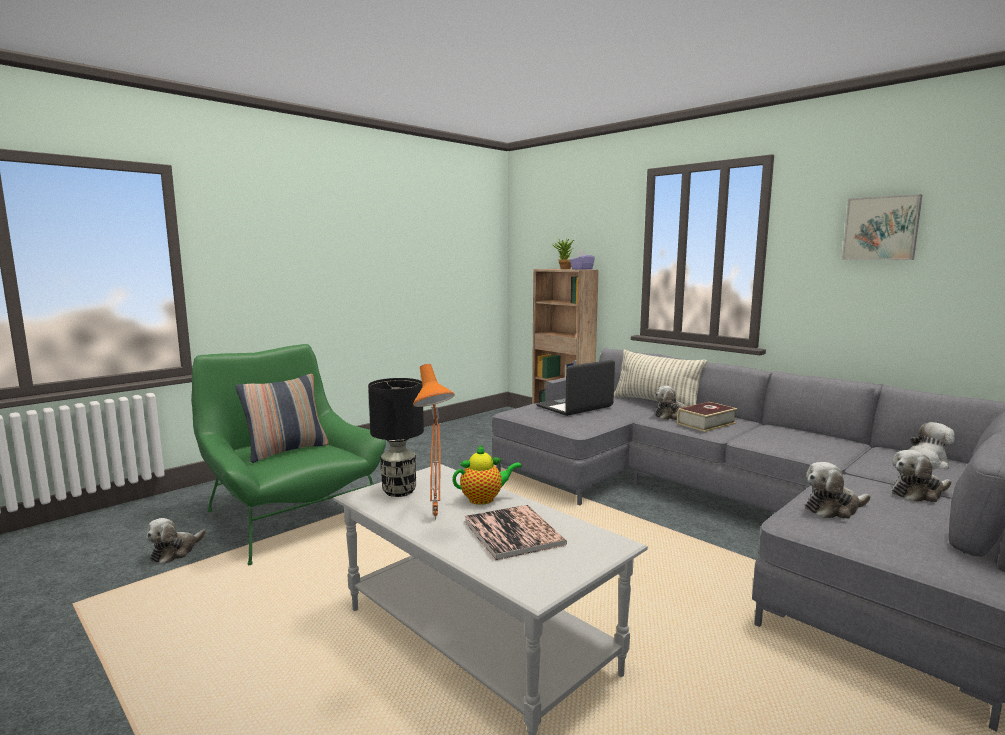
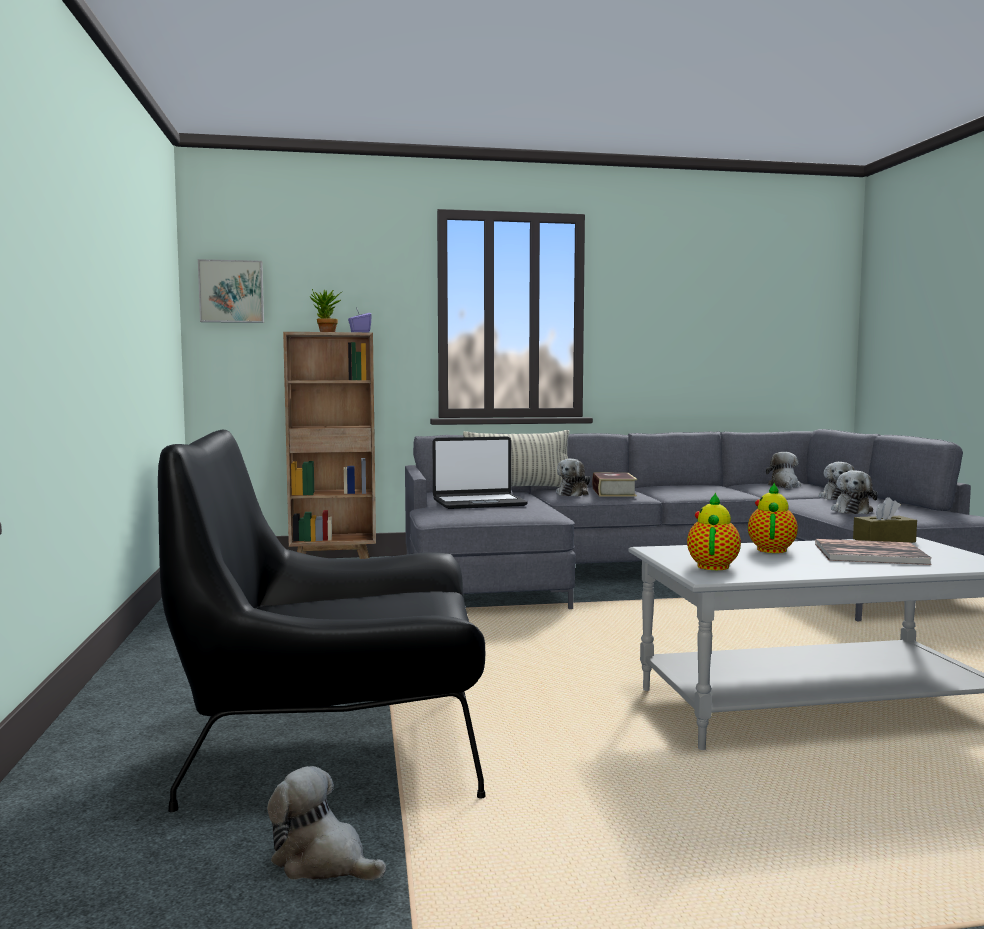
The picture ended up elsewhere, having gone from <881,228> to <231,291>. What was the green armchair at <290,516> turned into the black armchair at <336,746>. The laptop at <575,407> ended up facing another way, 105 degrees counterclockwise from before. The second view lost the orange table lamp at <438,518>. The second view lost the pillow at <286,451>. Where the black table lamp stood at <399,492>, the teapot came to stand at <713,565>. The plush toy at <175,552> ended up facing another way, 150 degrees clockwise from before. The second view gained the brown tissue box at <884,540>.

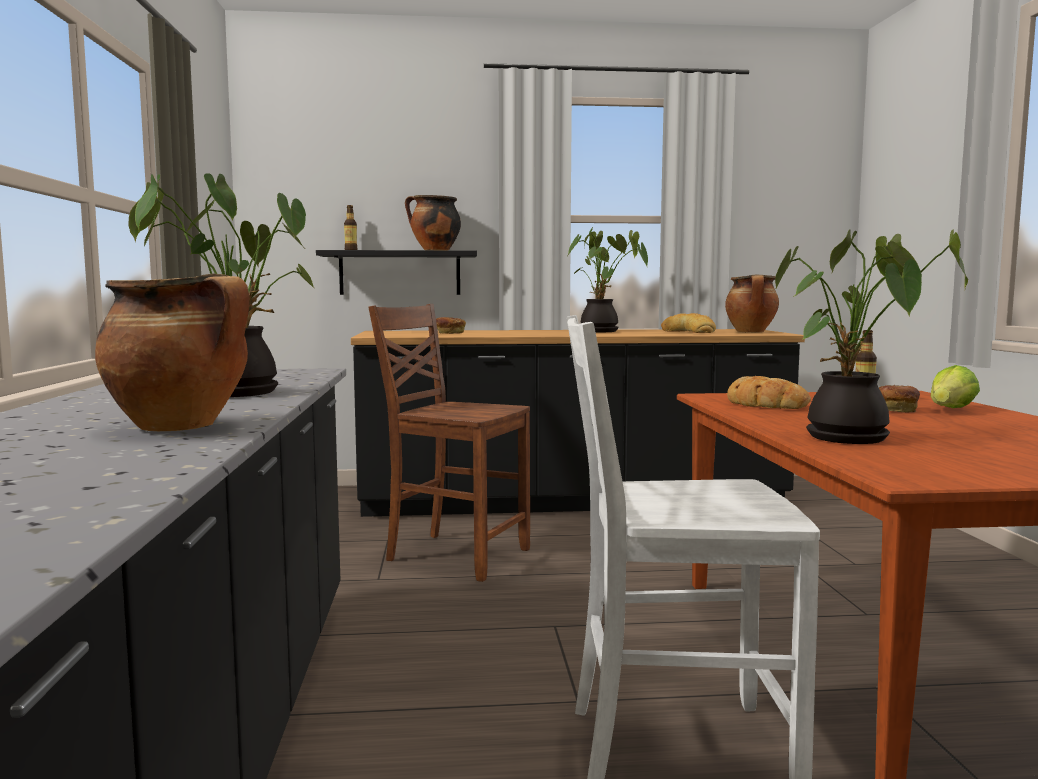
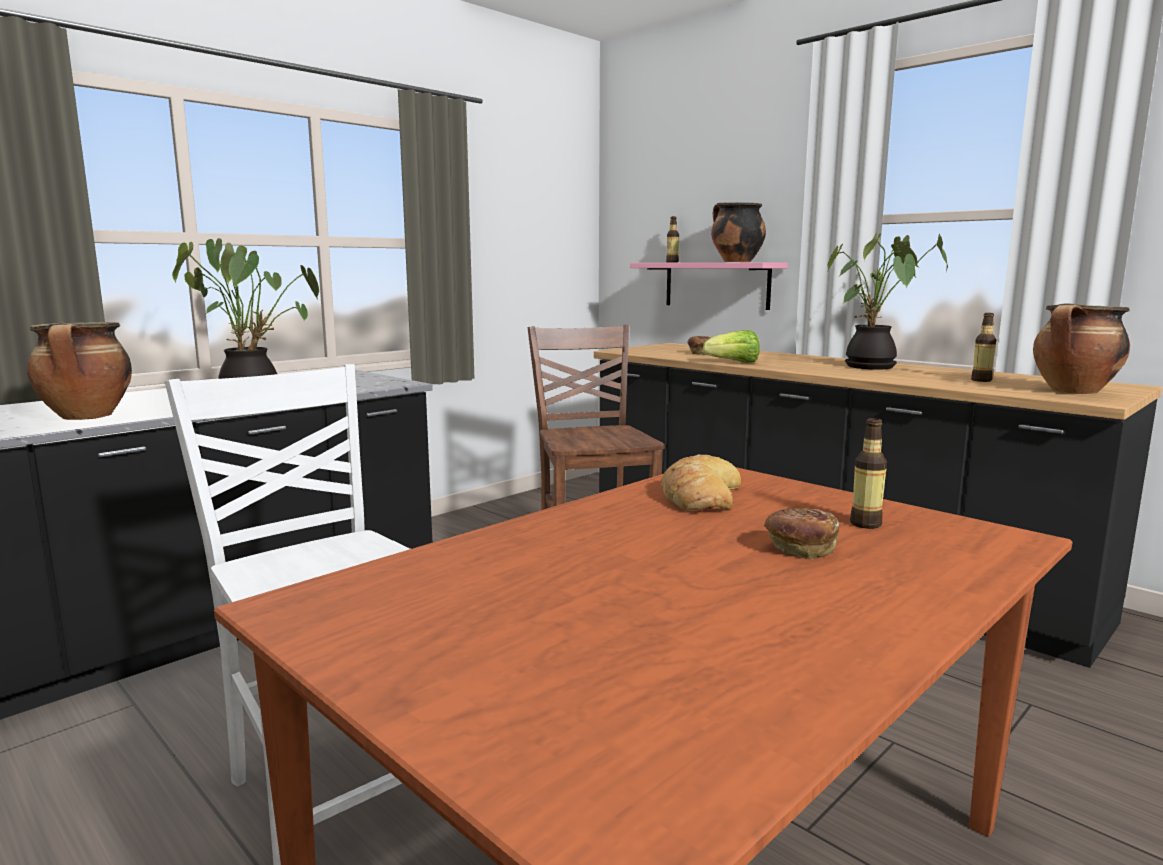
The second view lost the potted plant at <852,439>. What was the black shelf at <400,273> turned into the pink shelf at <716,285>. Where the bread stood at <689,332>, the bottle came to stand at <981,380>. The lettuce ended up elsewhere, having gone from <950,410> to <734,363>.

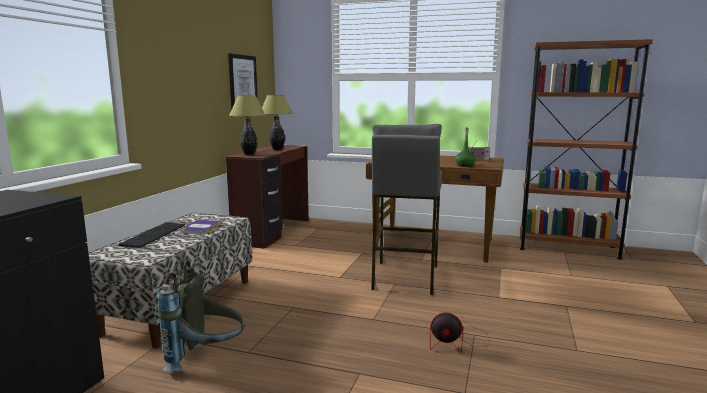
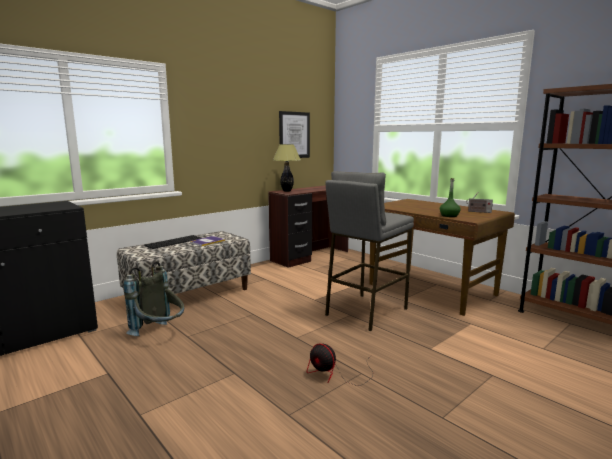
The second view lost the table lamp at <277,149>.

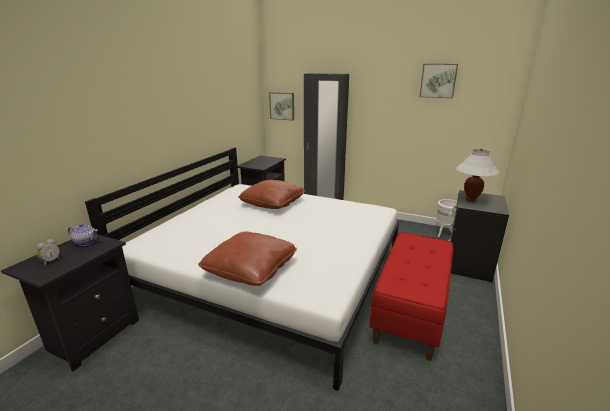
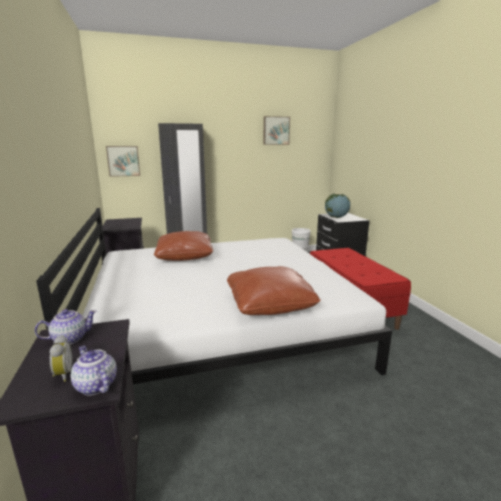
Where the white table lamp stood at <471,200>, the globe came to stand at <336,217>. The second view gained the teapot at <95,385>.

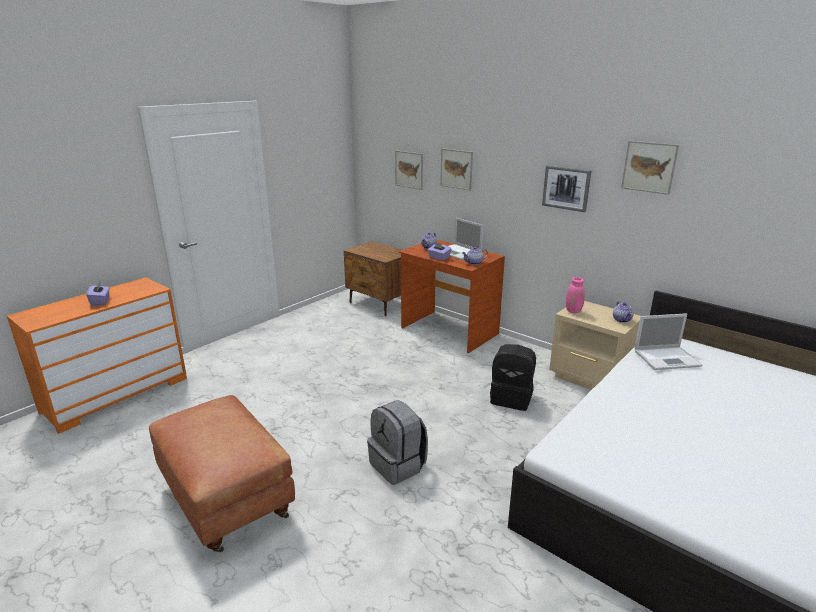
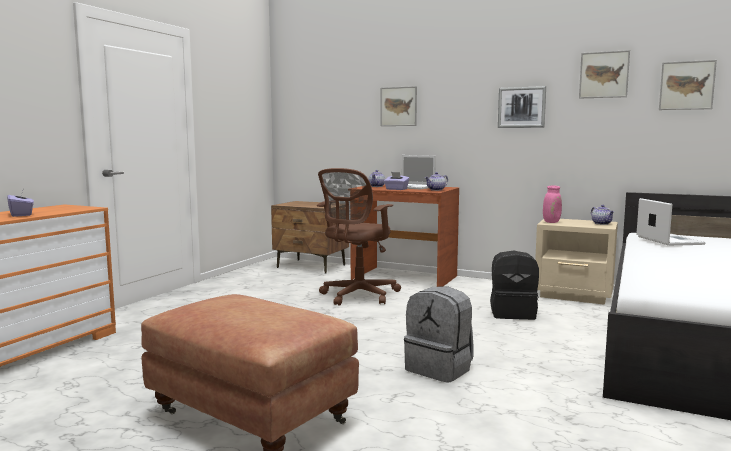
The picture ended up elsewhere, having gone from <409,169> to <686,85>. The laptop at <667,358> ended up facing another way, 75 degrees counterclockwise from before. The second view gained the brown office chair at <357,296>.

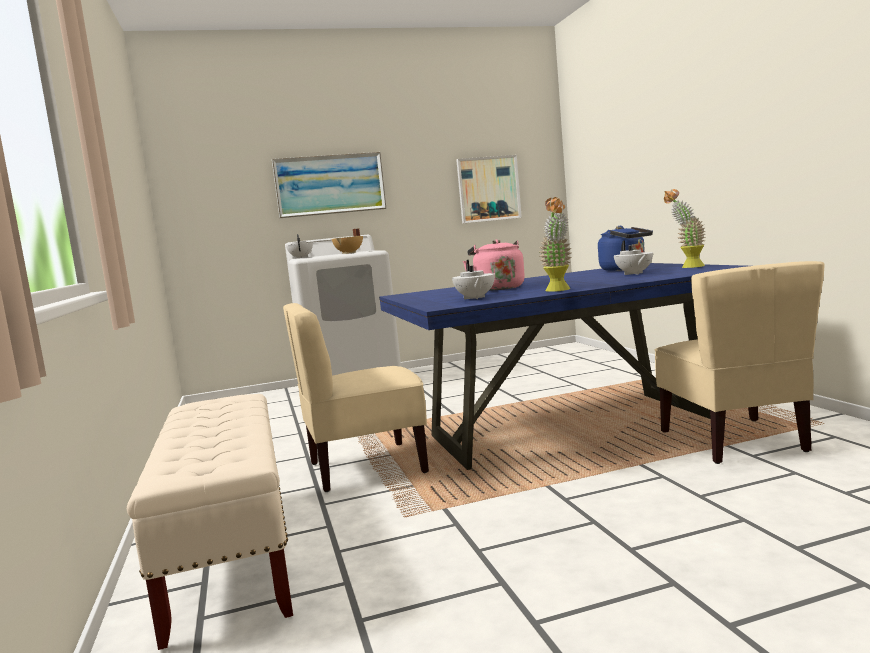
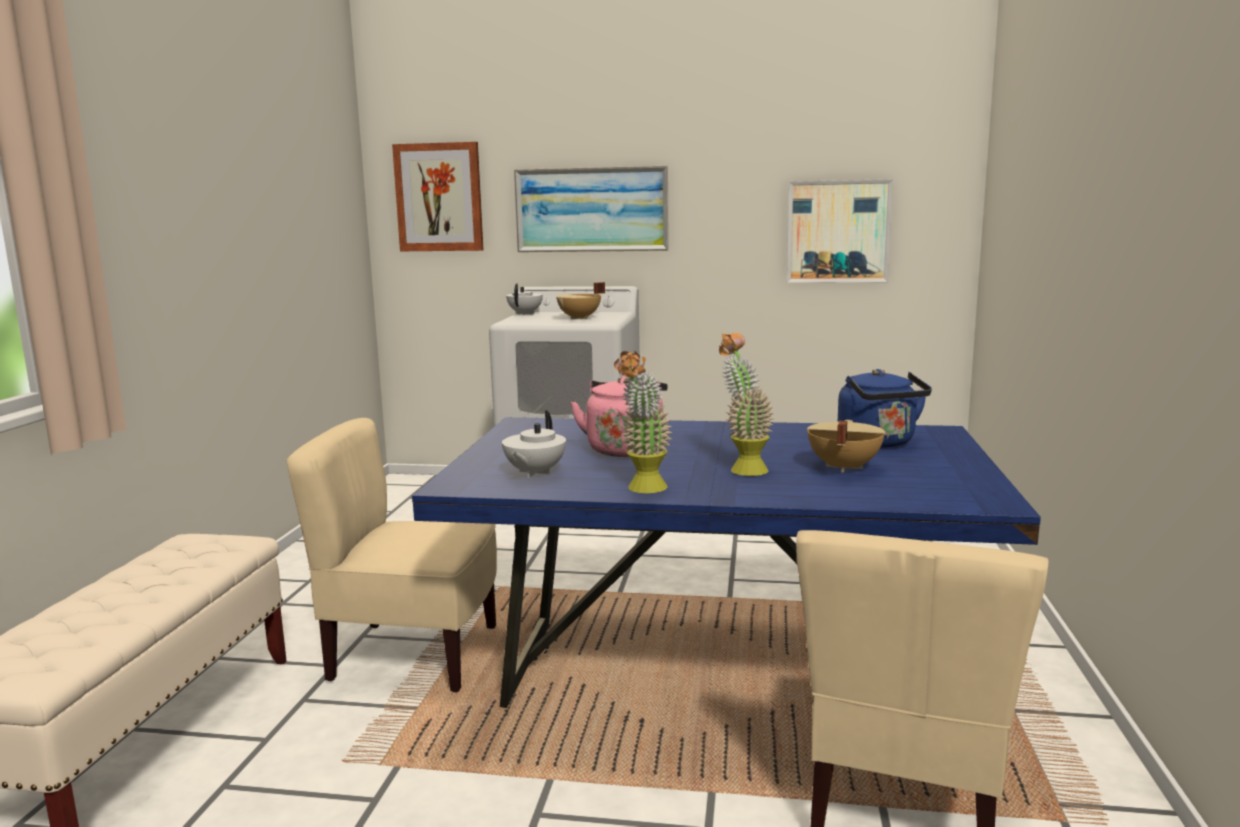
The potted plant ended up elsewhere, having gone from <686,267> to <742,468>. Where the white teapot stood at <634,274>, the beige cooking pot came to stand at <842,467>. The second view gained the picture at <439,197>.

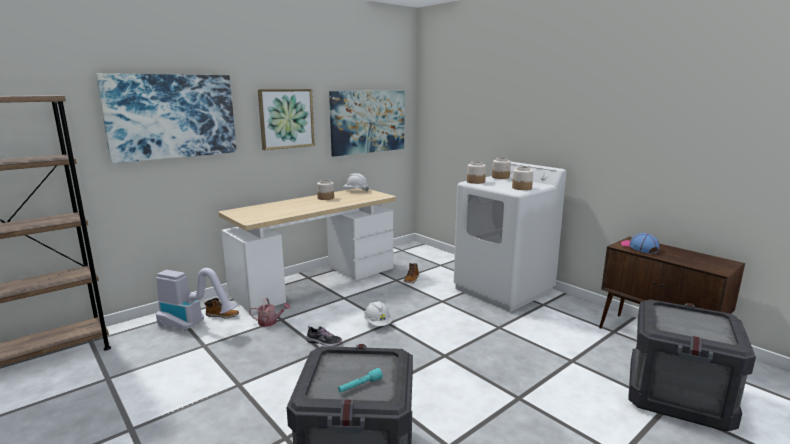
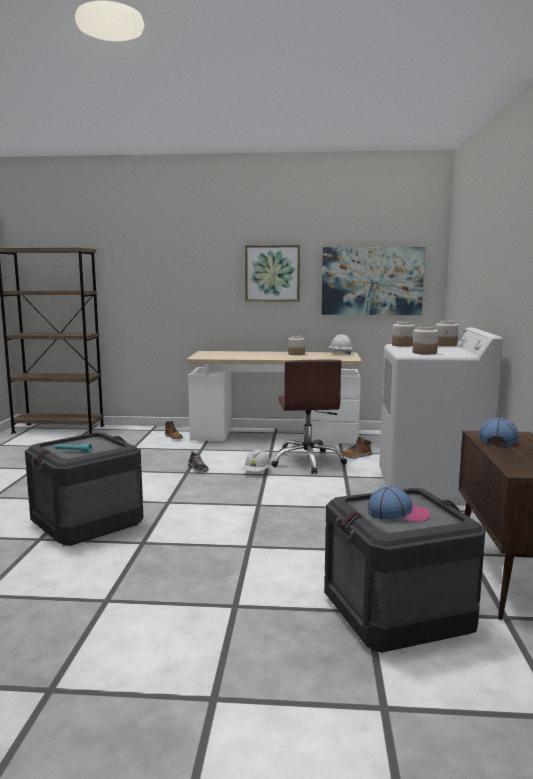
The second view lost the picture at <172,116>. The second view lost the vacuum cleaner at <194,326>. The second view lost the watering can at <270,322>. The second view gained the brown office chair at <308,461>. The second view gained the cap at <398,513>.

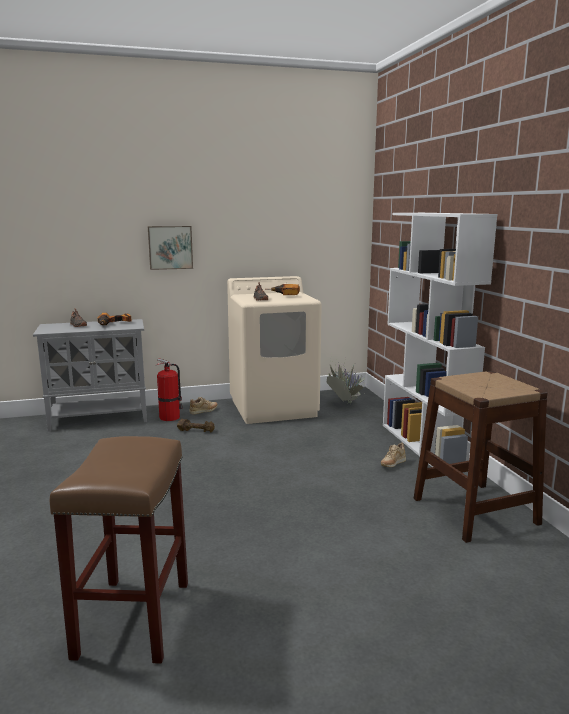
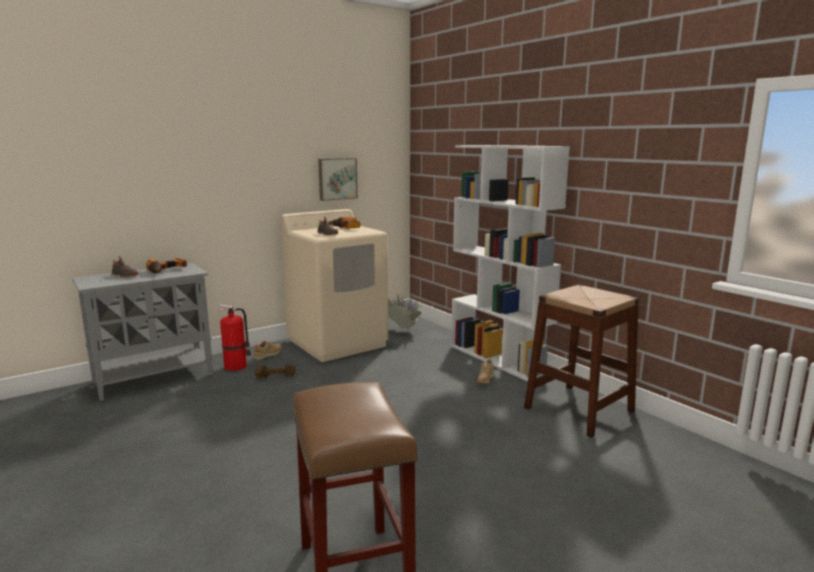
The picture ended up elsewhere, having gone from <170,247> to <337,178>.

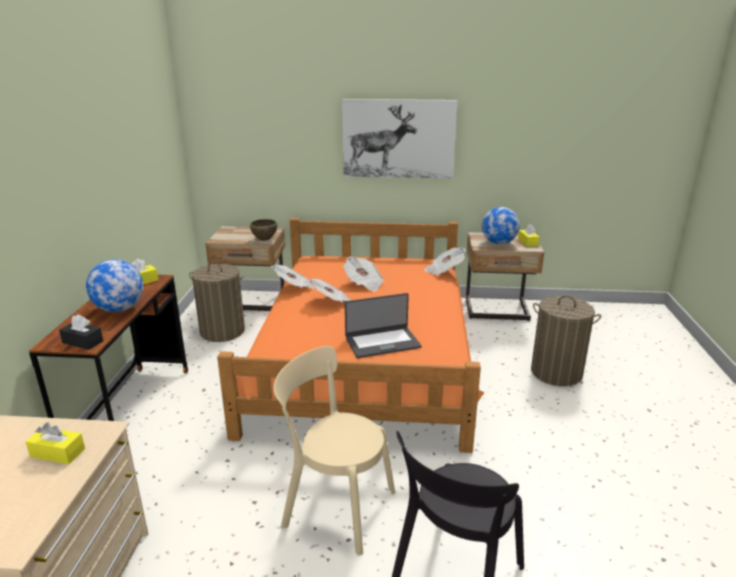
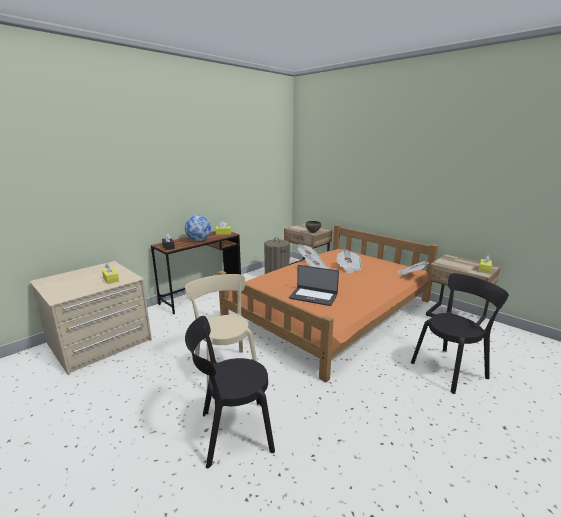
The second view lost the picture at <398,139>. The second view lost the globe at <498,243>. Where the laundry basket stood at <556,372>, the black chair came to stand at <451,369>.

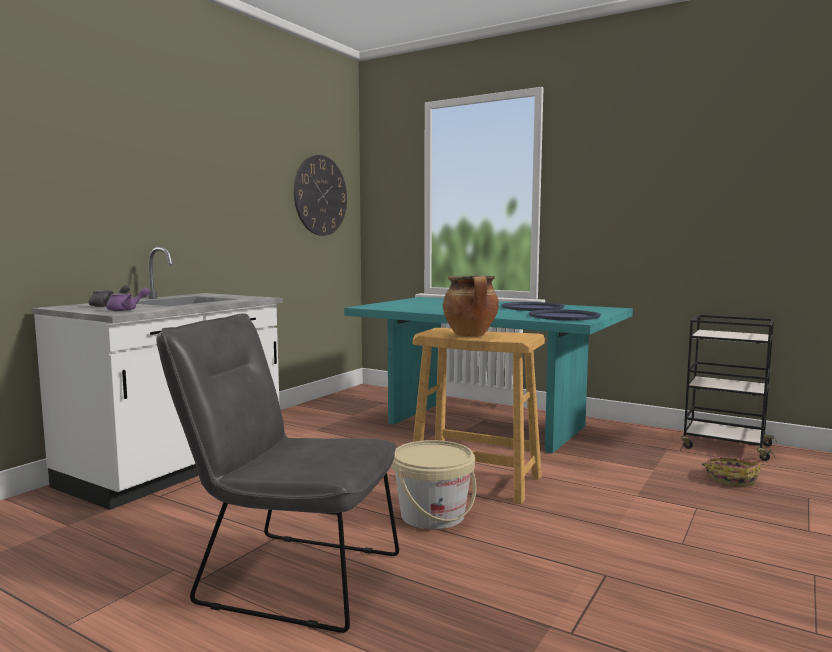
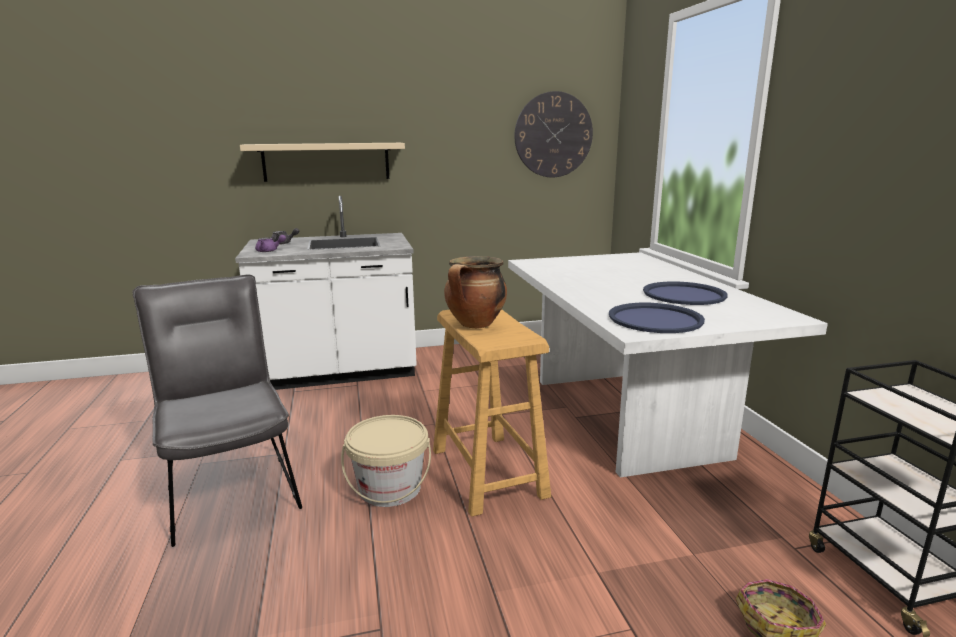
What was the turquoise dining table at <487,424> turned into the white dining table at <626,416>. The second view gained the beige shelf at <326,161>.

